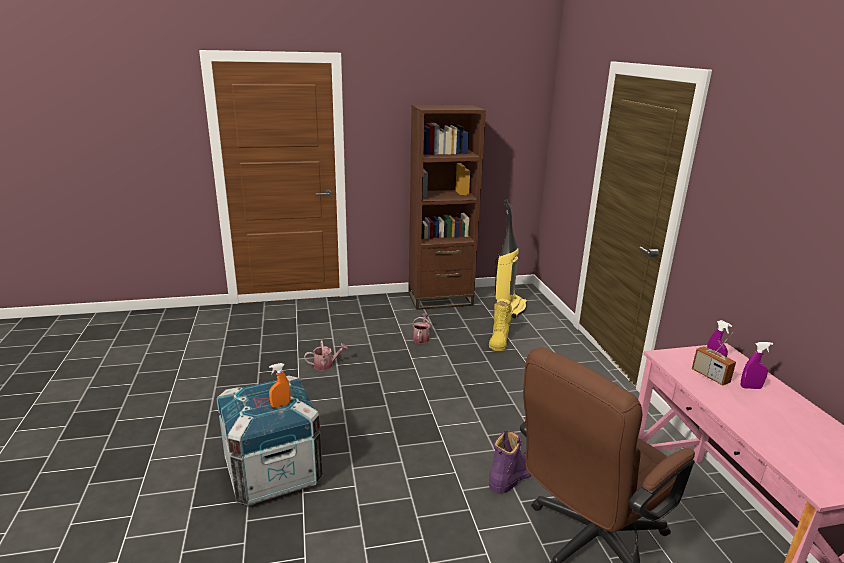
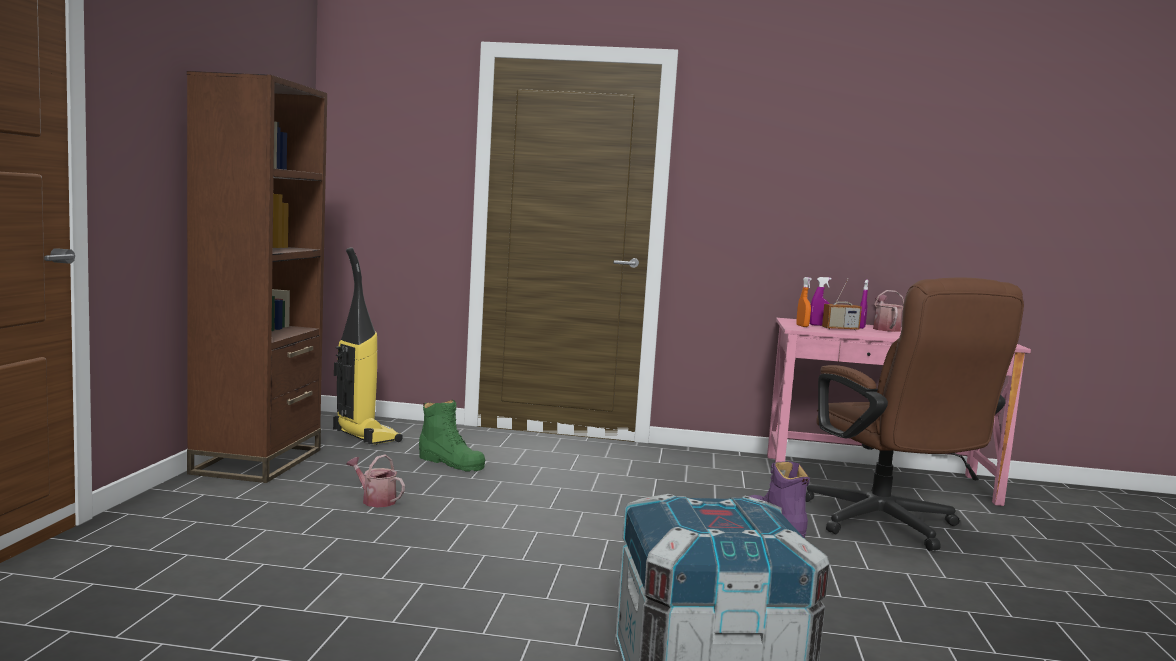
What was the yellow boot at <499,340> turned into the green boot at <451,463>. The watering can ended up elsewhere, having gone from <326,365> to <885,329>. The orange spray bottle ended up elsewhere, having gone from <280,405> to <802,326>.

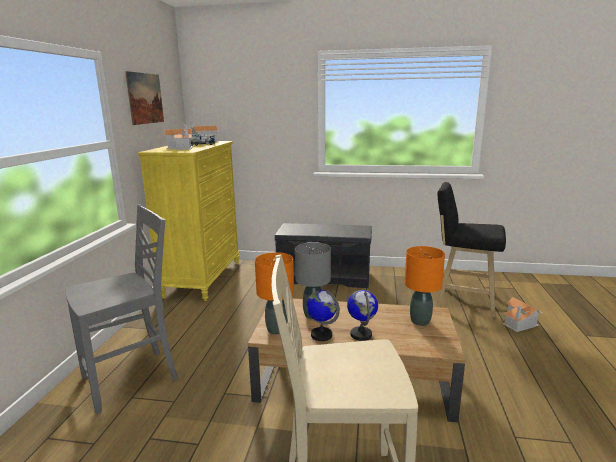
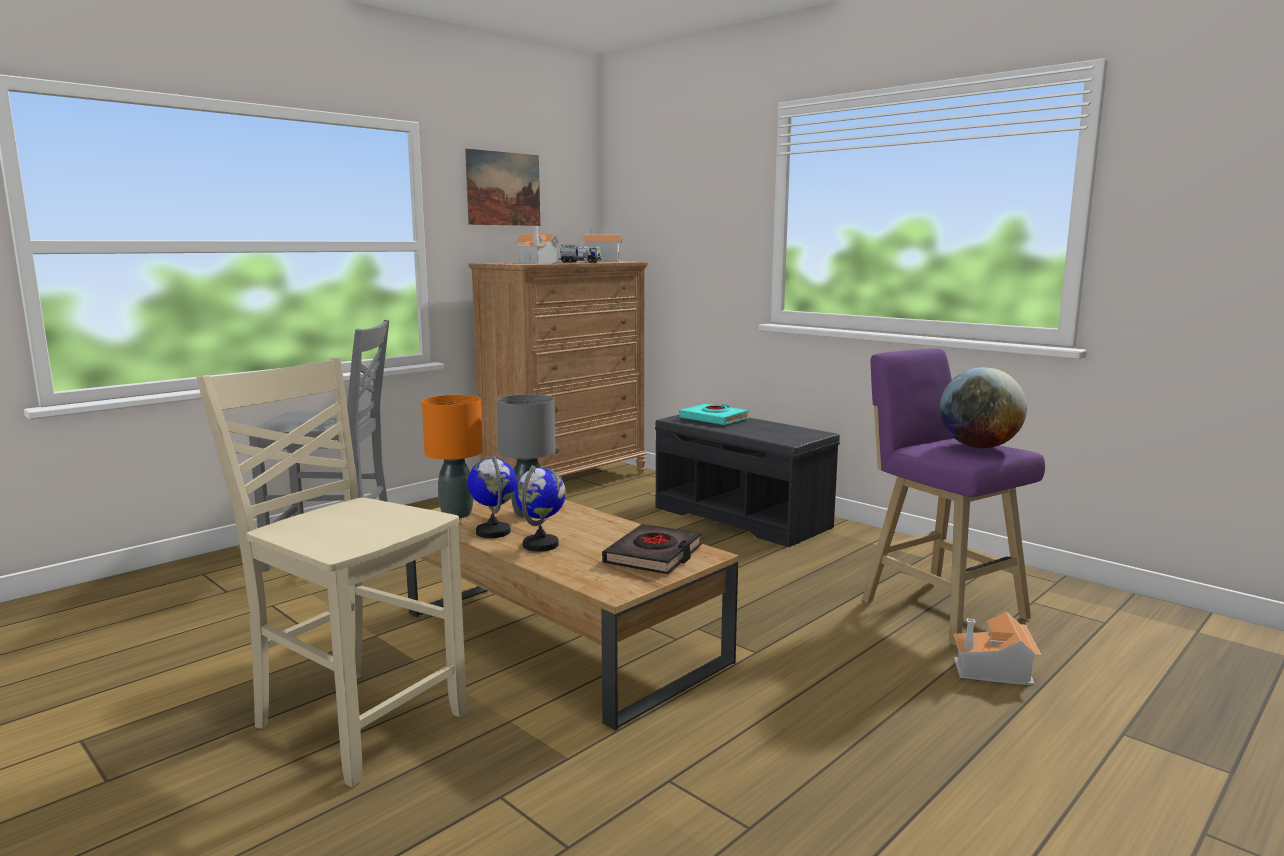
What was the yellow dresser at <203,278> turned into the brown dresser at <566,480>. What was the black stool at <462,300> turned into the purple stool at <938,607>. Where the orange table lamp stood at <420,321>, the black book came to stand at <654,555>. The second view gained the globe at <979,447>. The second view gained the turquoise book at <714,419>.

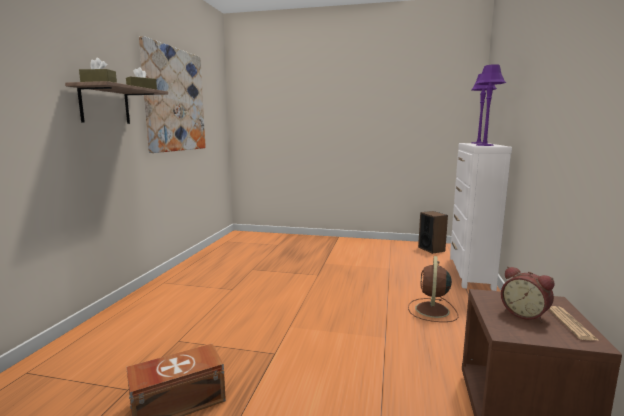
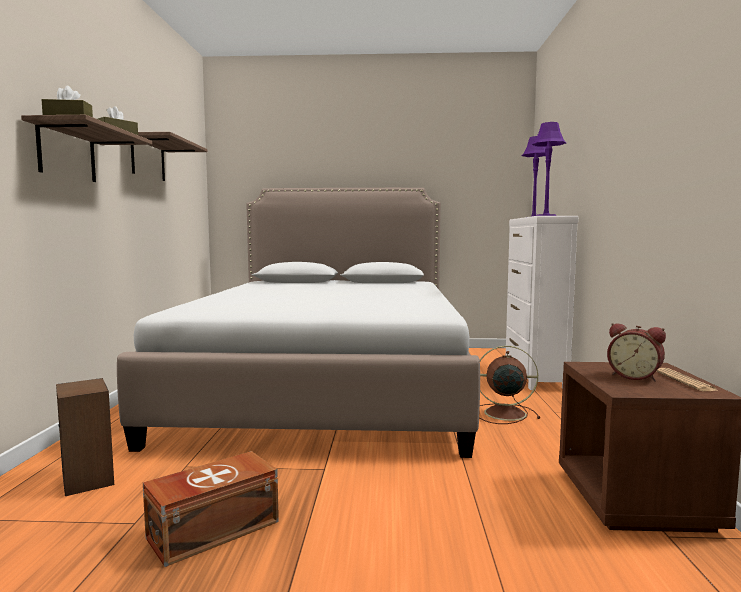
Where the picture hung at <175,100>, the shelf came to hang at <148,159>. The speaker ended up elsewhere, having gone from <431,249> to <88,479>. The brown fan at <432,310> ended up facing another way, 90 degrees clockwise from before. The second view gained the bed at <327,384>.

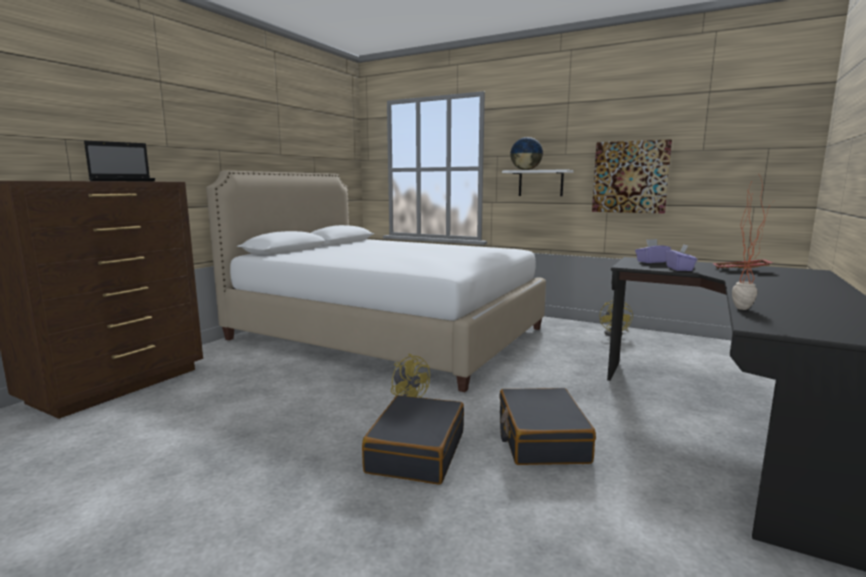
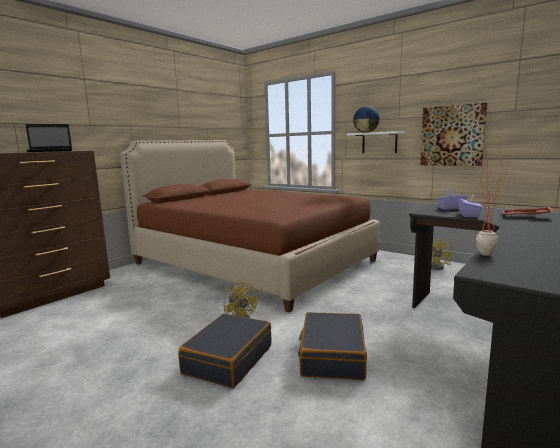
What was the white bed at <387,334> turned into the brown bed at <253,262>.

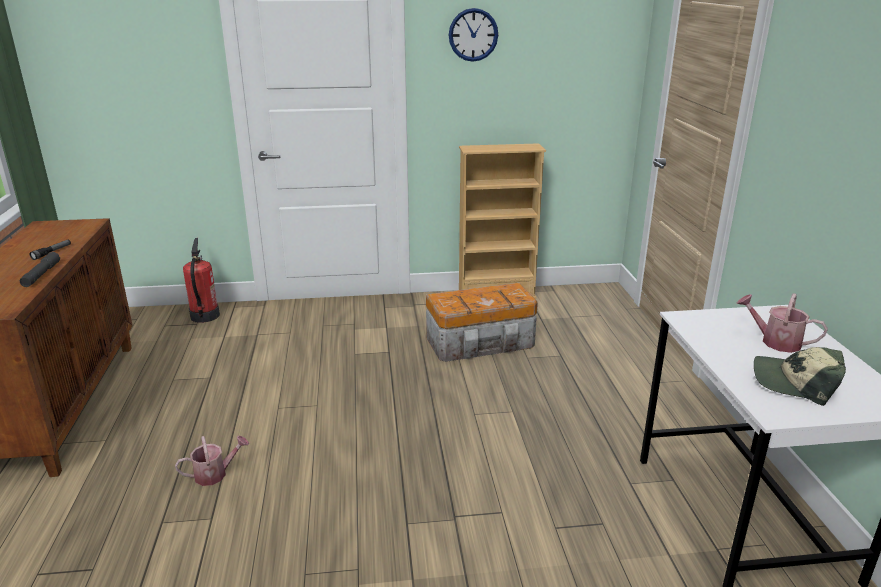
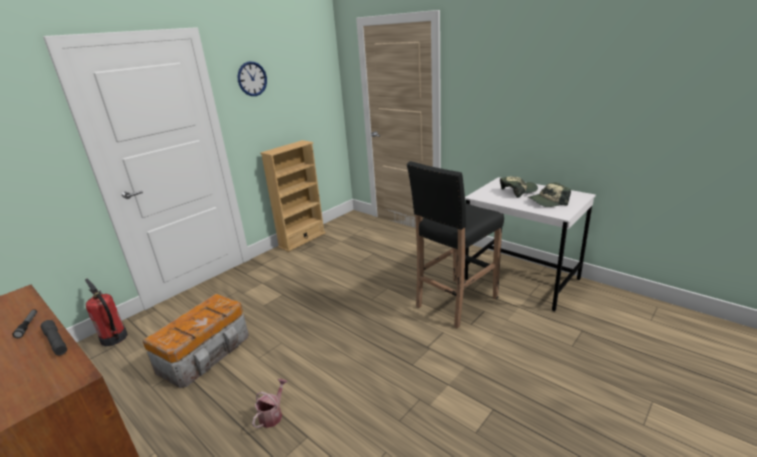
The storage box ended up elsewhere, having gone from <482,342> to <206,353>. Where the watering can stood at <775,341>, the cap came to stand at <518,191>. The second view gained the black stool at <455,303>.

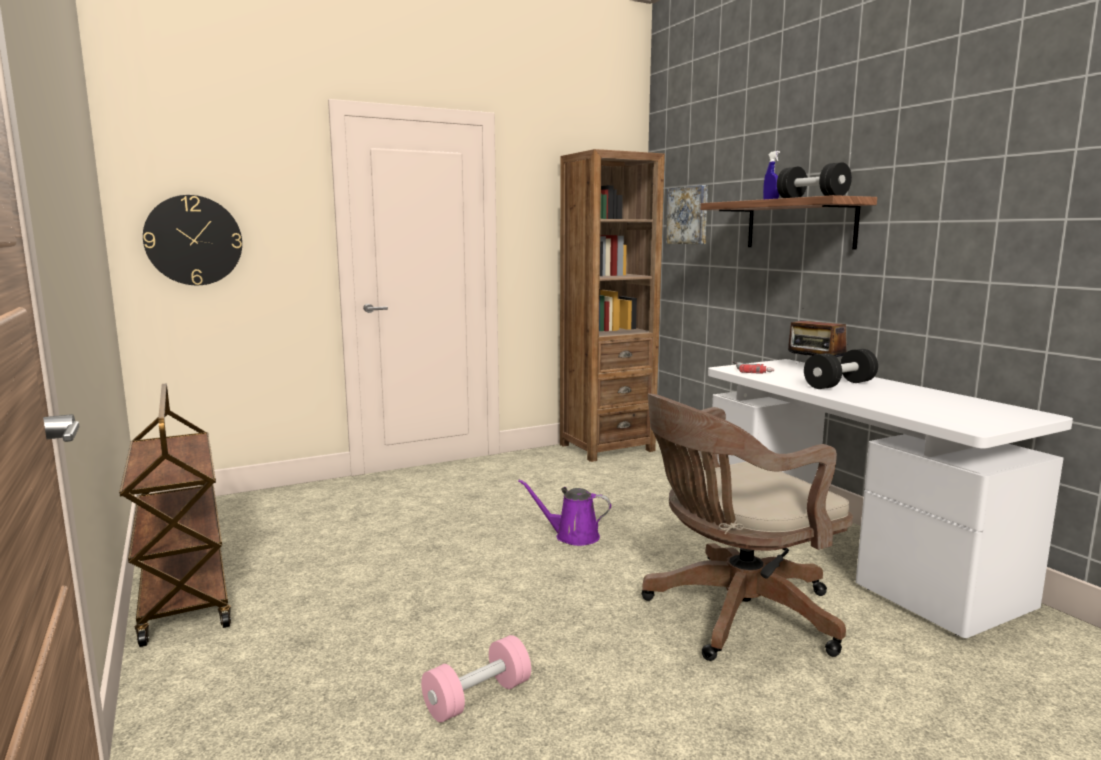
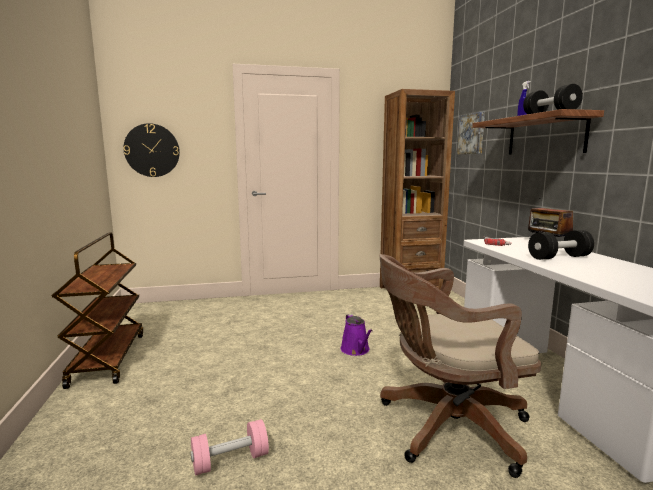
The purple watering can at <572,536> ended up facing another way, 135 degrees counterclockwise from before.

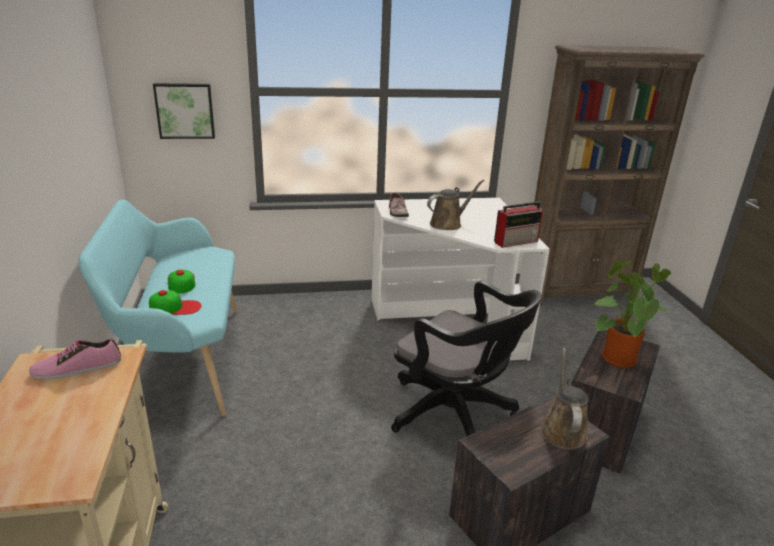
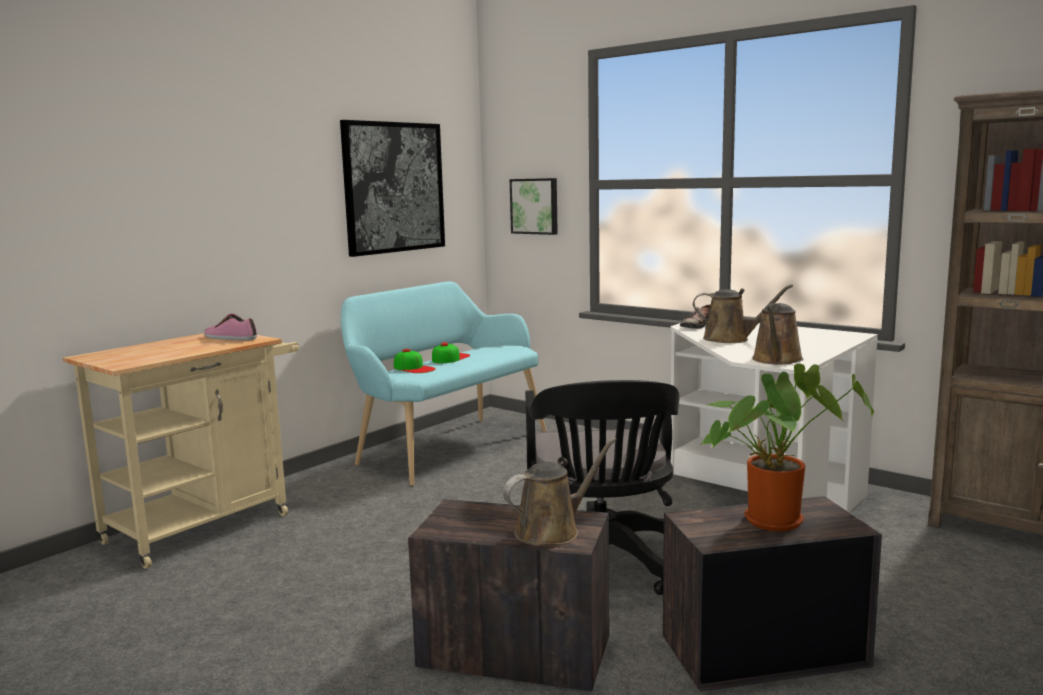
Where the radio stood at <517,241>, the brown watering can came to stand at <776,360>. The second view gained the picture at <394,187>.

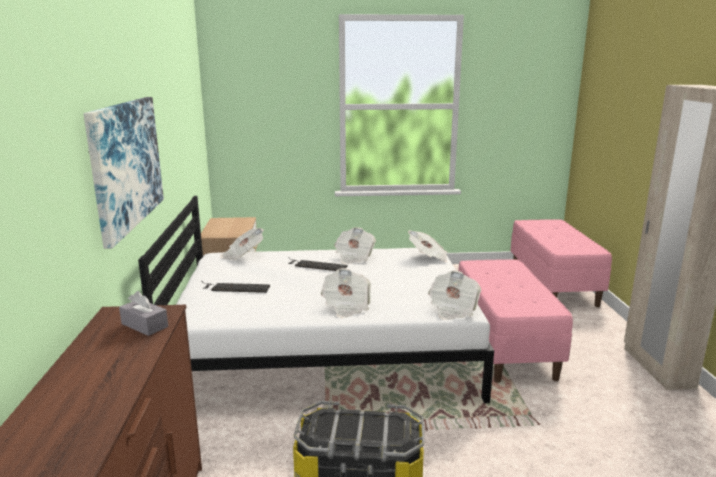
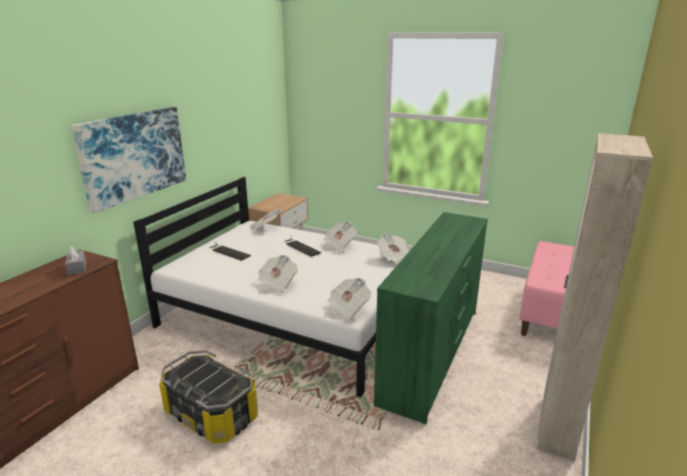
Where the pink bench stood at <503,345>, the green dresser came to stand at <432,354>.

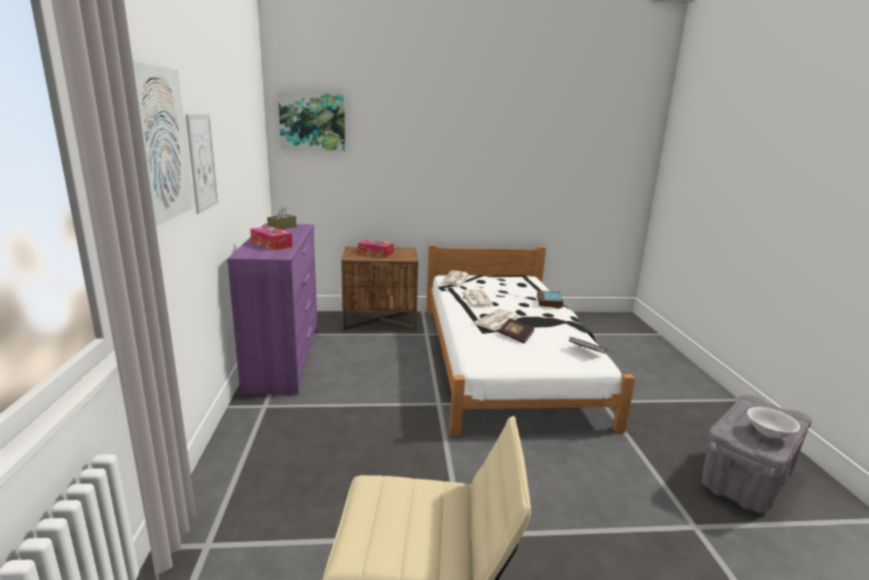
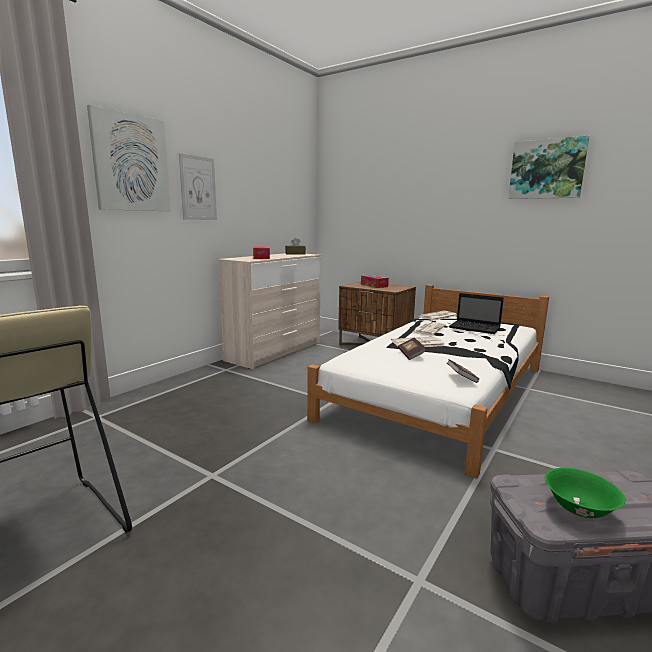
The picture ended up elsewhere, having gone from <312,122> to <547,169>. What was the purple dresser at <285,360> turned into the beige dresser at <275,352>. The second view lost the book at <549,302>. What was the white bowl at <768,433> turned into the green bowl at <579,509>. The second view gained the laptop at <475,328>.

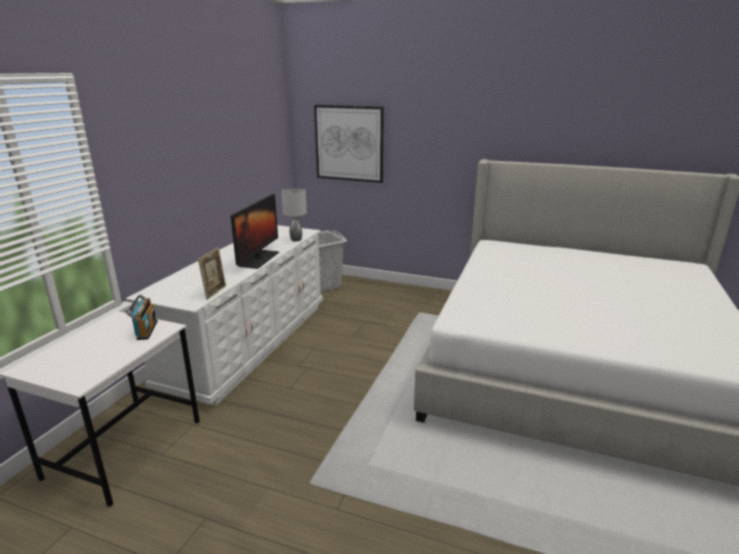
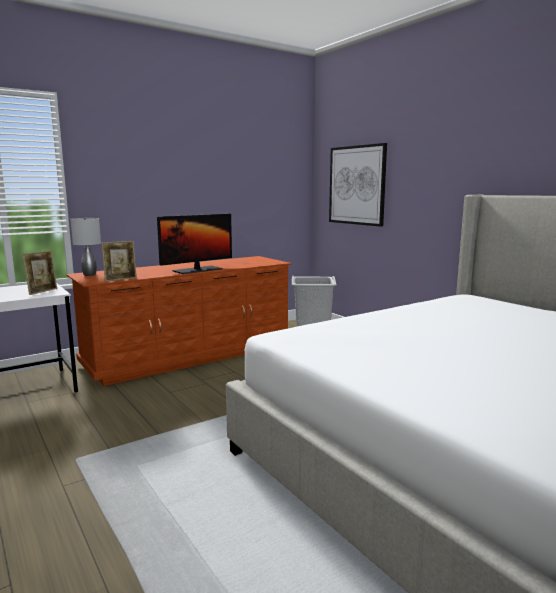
The grey table lamp ended up elsewhere, having gone from <296,239> to <90,275>. What was the white dresser at <249,343> turned into the brown dresser at <190,355>. Where the radio stood at <145,330>, the picture frame came to stand at <42,291>.

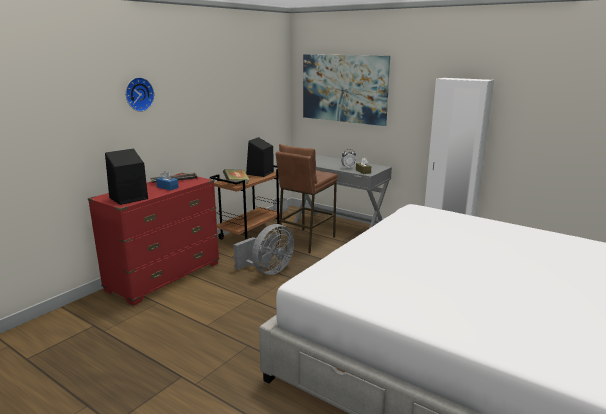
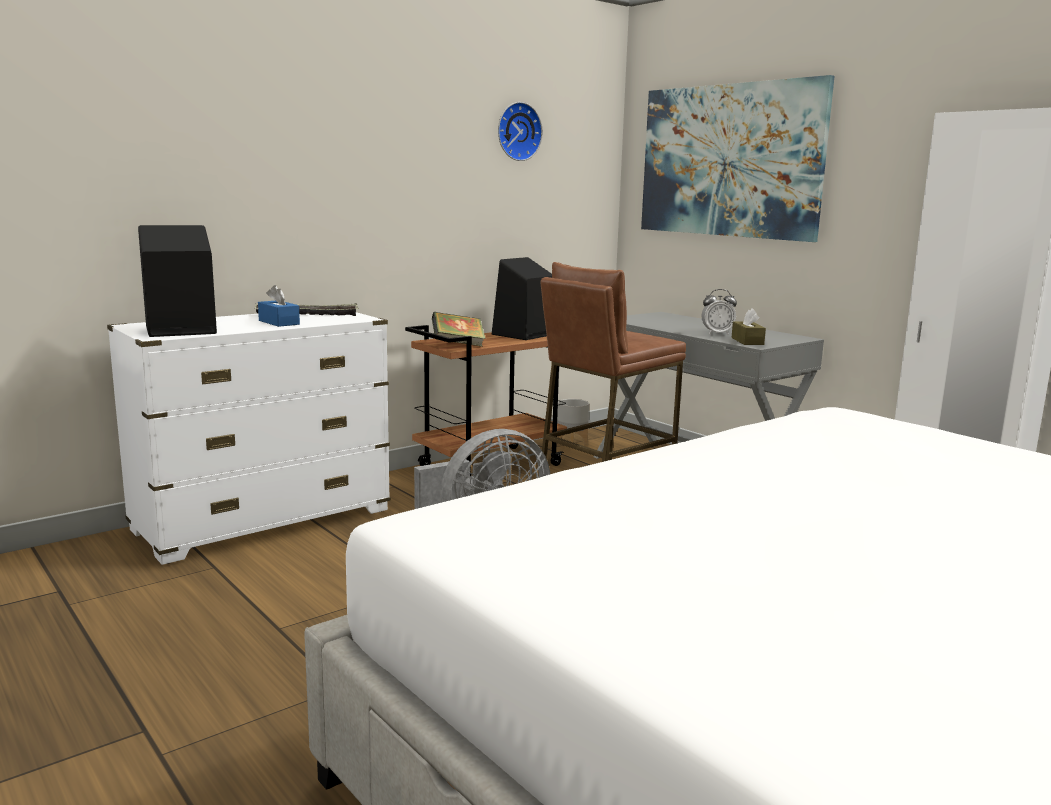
The wall clock ended up elsewhere, having gone from <138,94> to <517,131>. What was the red dresser at <164,277> turned into the white dresser at <264,521>.

